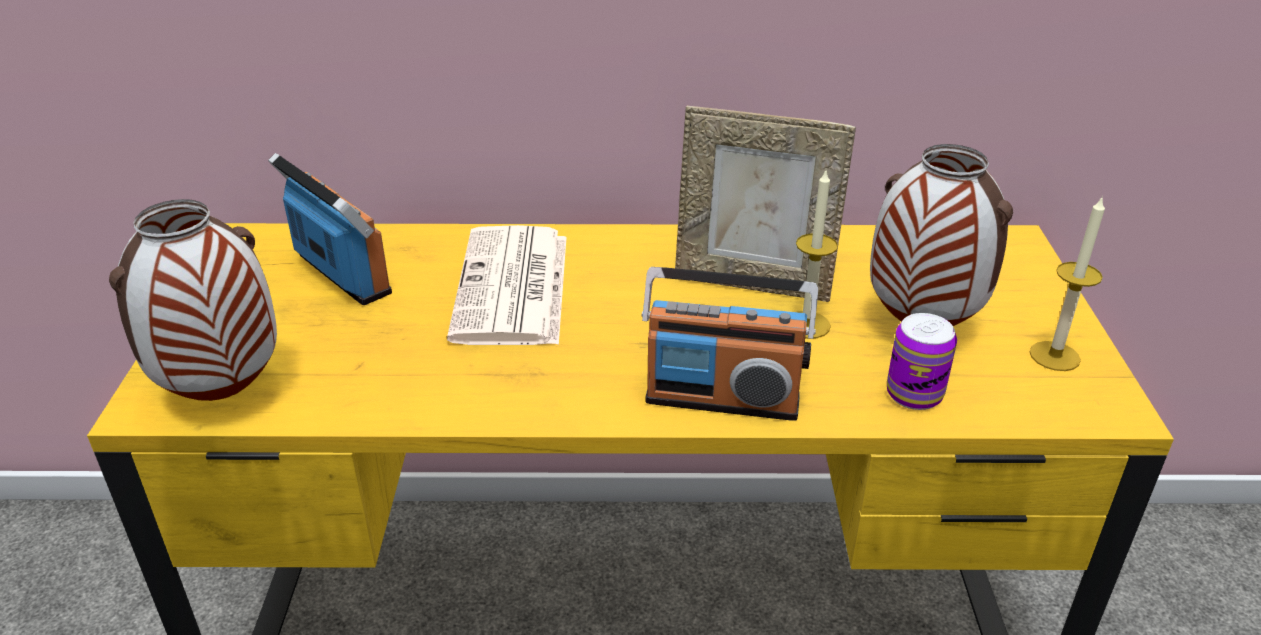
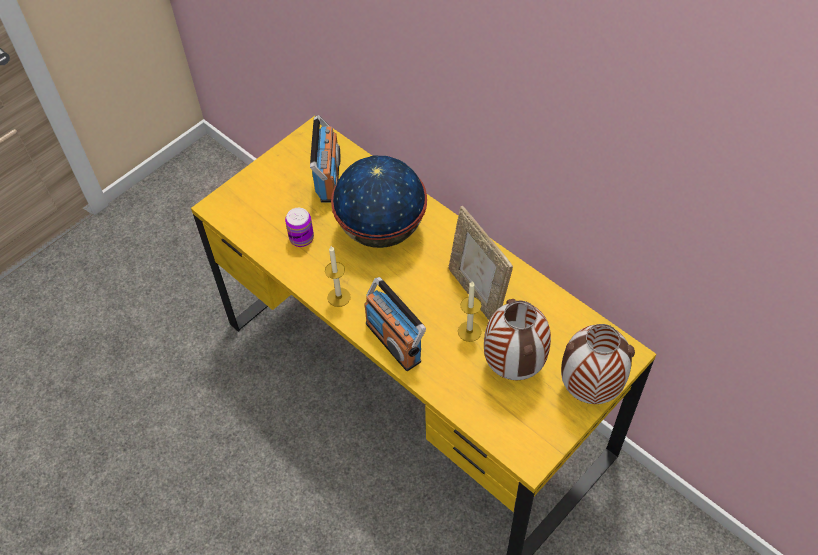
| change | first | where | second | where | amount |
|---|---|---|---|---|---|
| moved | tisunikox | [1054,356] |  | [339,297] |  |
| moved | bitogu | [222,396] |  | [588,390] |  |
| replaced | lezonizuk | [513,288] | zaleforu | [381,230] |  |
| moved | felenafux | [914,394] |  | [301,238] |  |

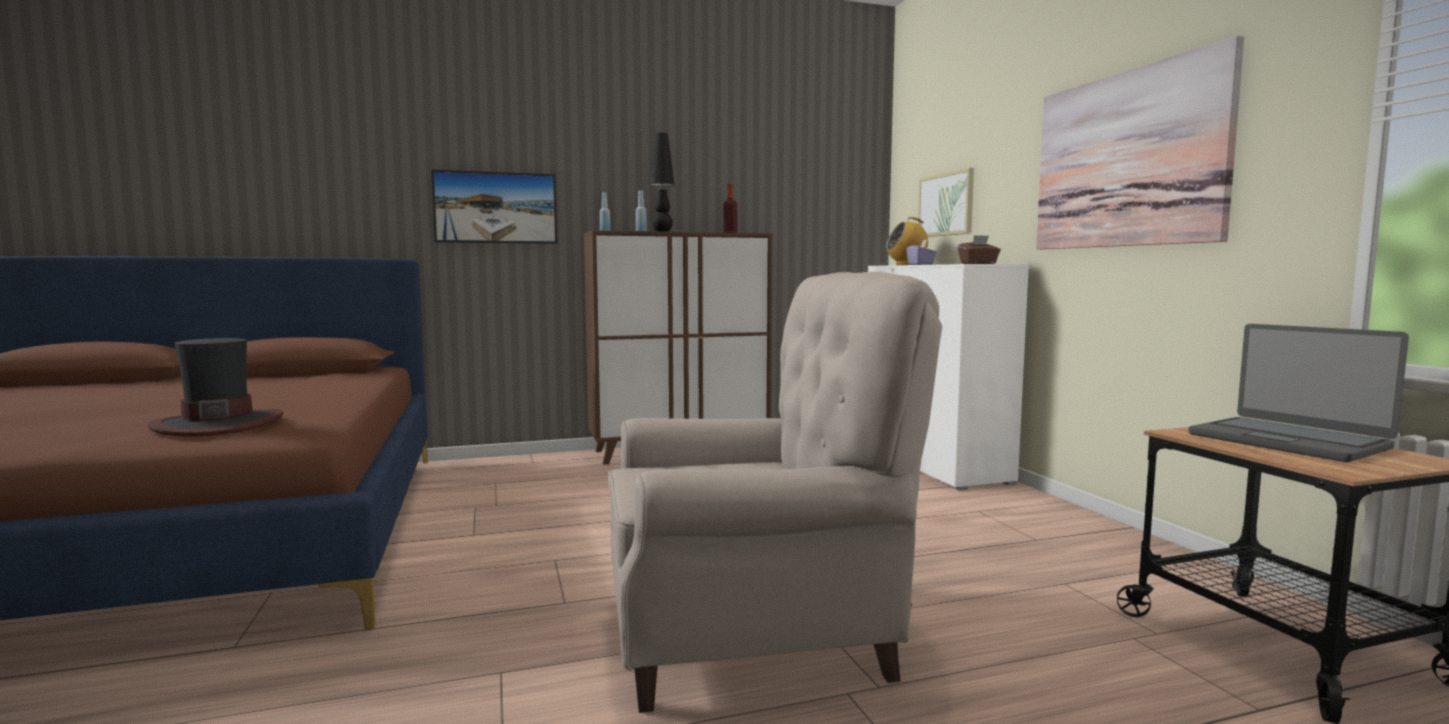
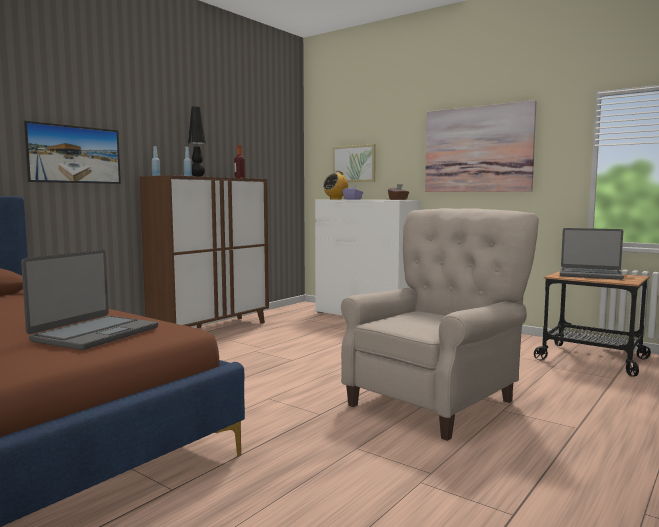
| change | first | where | second | where | amount |
|---|---|---|---|---|---|
| replaced | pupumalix | [218,424] | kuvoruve | [94,334] |  |

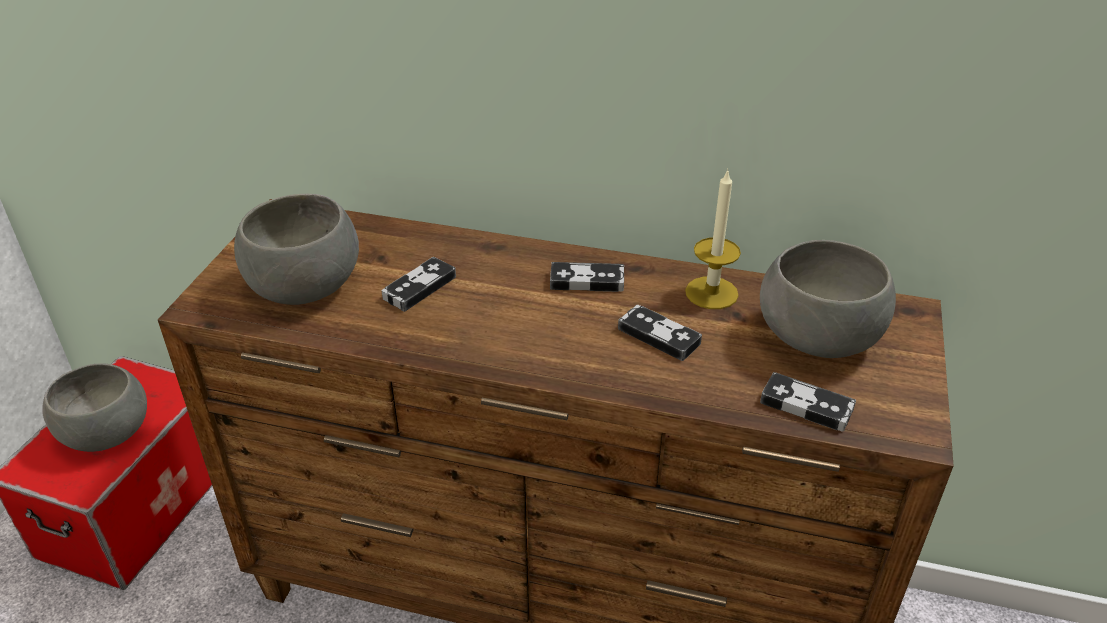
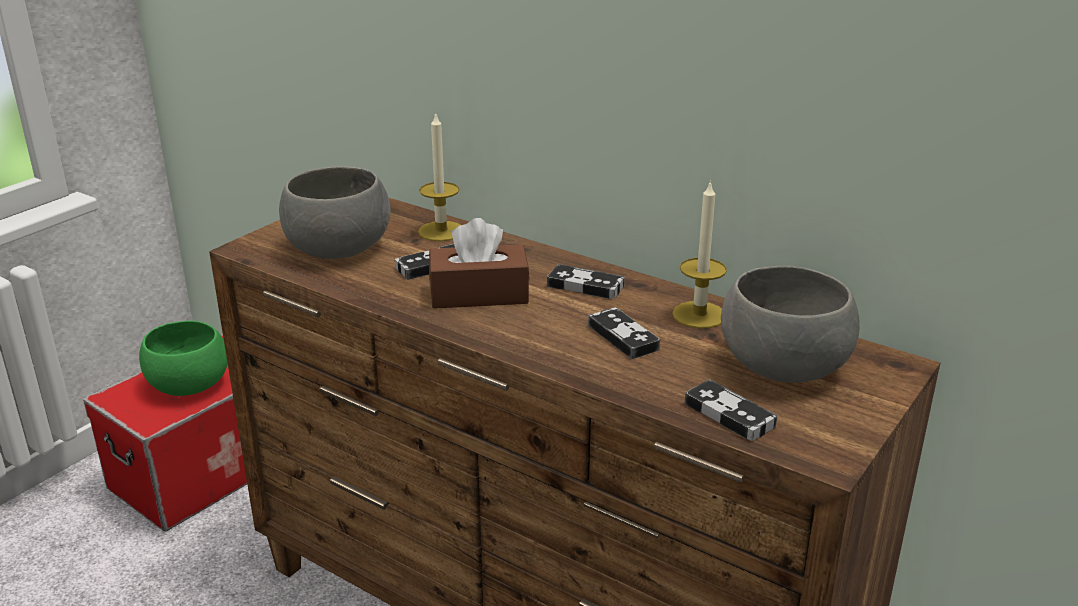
| change | first | where | second | where | amount |
|---|---|---|---|---|---|
| recoloured | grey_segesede | [107,432] | green_segesede | [190,384] |  |
| added |  |  | tisunikox | [441,231] |  |
| added |  |  | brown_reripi | [479,294] |  |

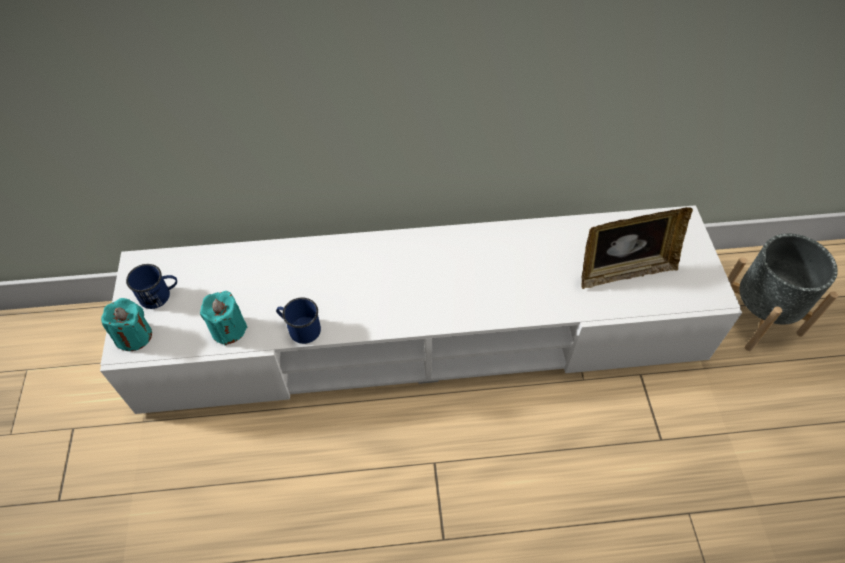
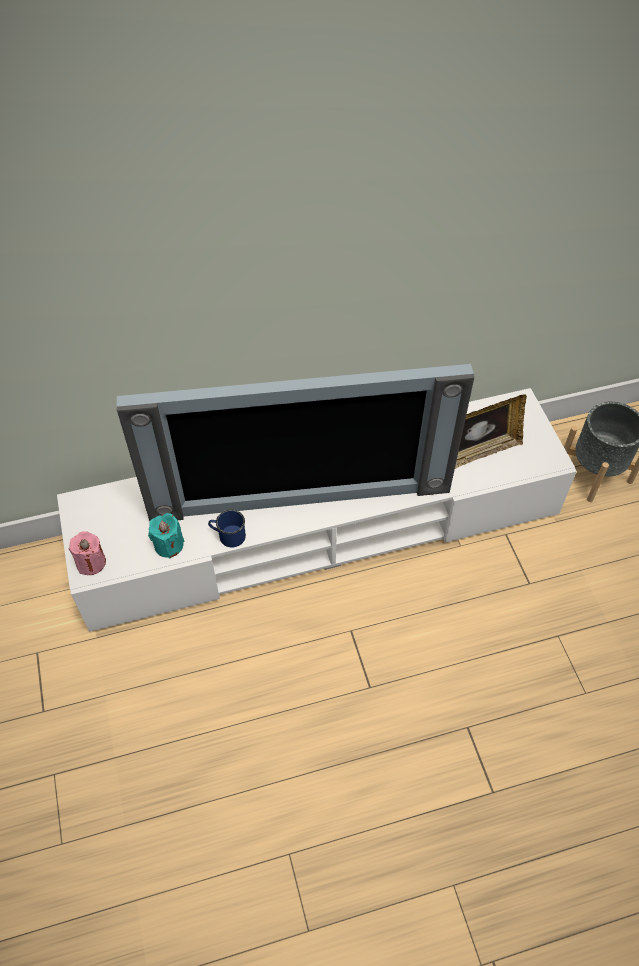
| change | first | where | second | where | amount |
|---|---|---|---|---|---|
| removed | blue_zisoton | [160,295] |  |  |  |
| recoloured | turquoise_tisunikox | [134,336] | pink_tisunikox | [91,562] |  |
| added |  |  | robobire | [299,491] |  |

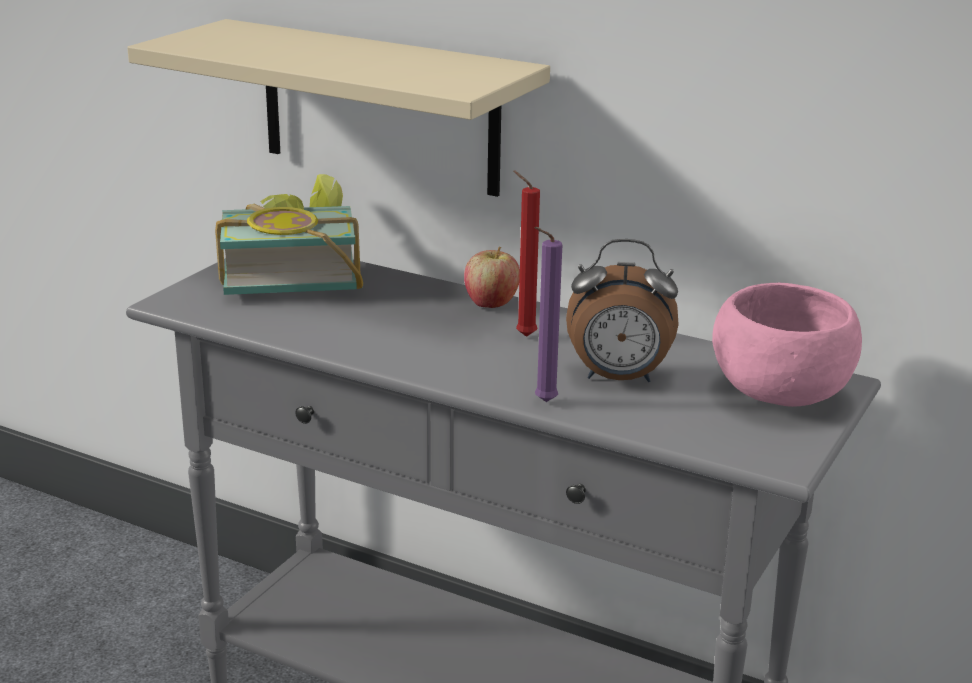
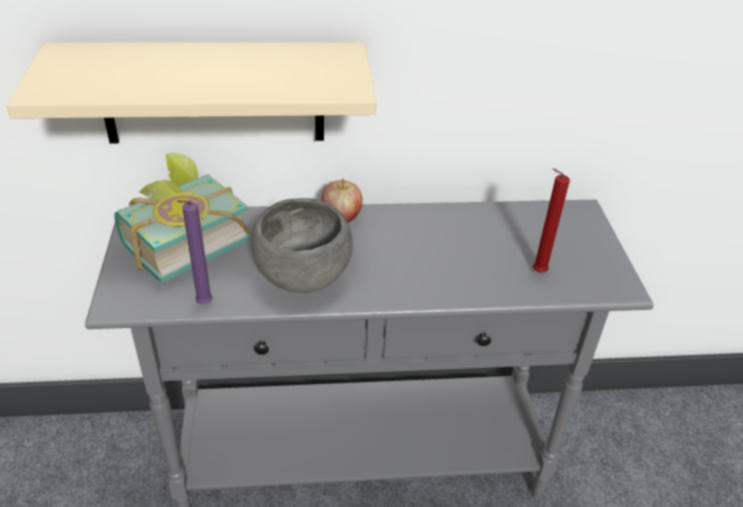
| change | first | where | second | where | amount |
|---|---|---|---|---|---|
| moved | red_tisunikox | [523,336] |  | [536,272] |  |
| moved | purple_tisunikox | [542,402] |  | [202,305] |  |
| removed | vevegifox | [618,378] |  |  |  |
| removed | pink_segesede | [778,396] |  |  |  |
| added |  |  | grey_segesede | [302,276] |  |

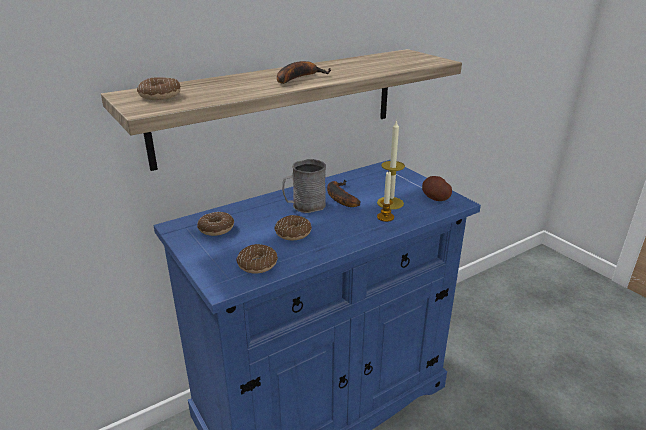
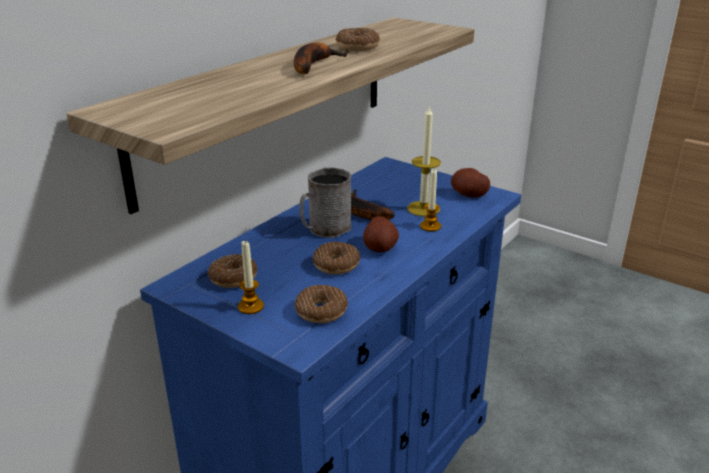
| change | first | where | second | where | amount |
|---|---|---|---|---|---|
| moved | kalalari | [160,96] |  | [357,47] |  |
| added |  |  | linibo | [380,247] |  |
| added |  |  | tisunikox | [250,307] |  |

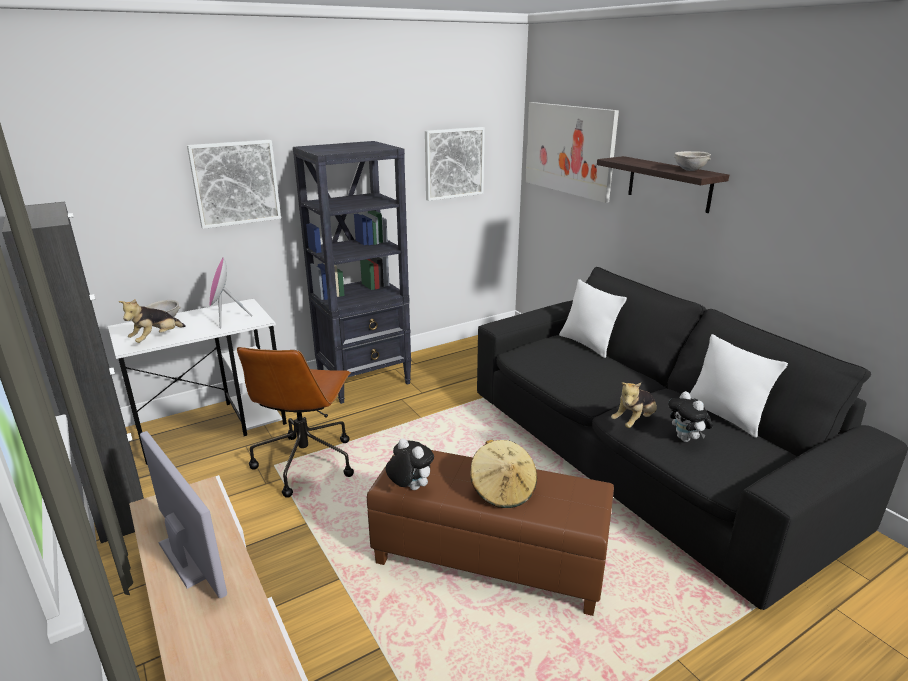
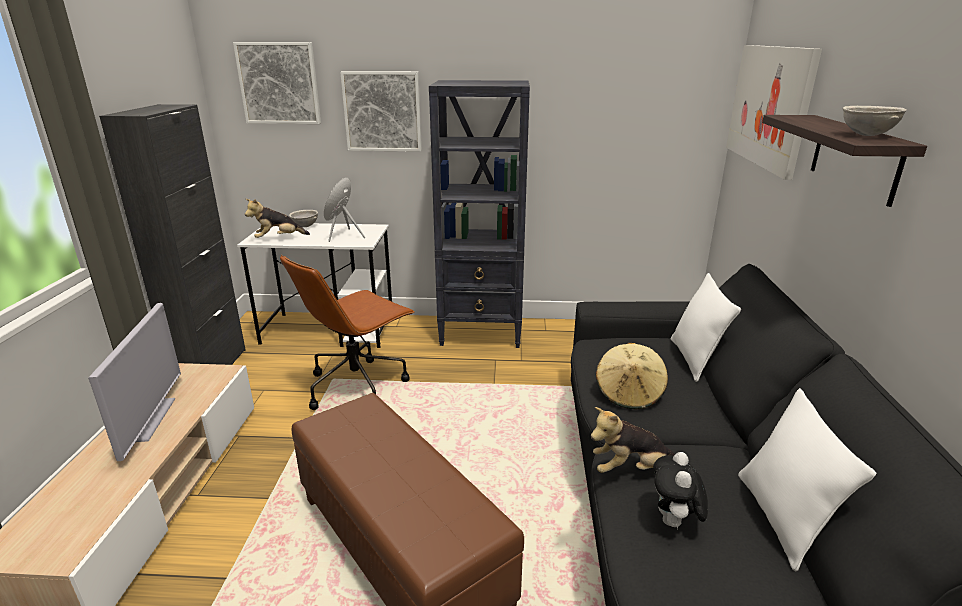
| change | first | where | second | where | amount |
|---|---|---|---|---|---|
| moved | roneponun | [454,163] |  | [279,83] |  |
| removed | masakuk | [409,488] |  |  |  |
| moved | beige_pupumalix | [503,490] |  | [629,393] |  |

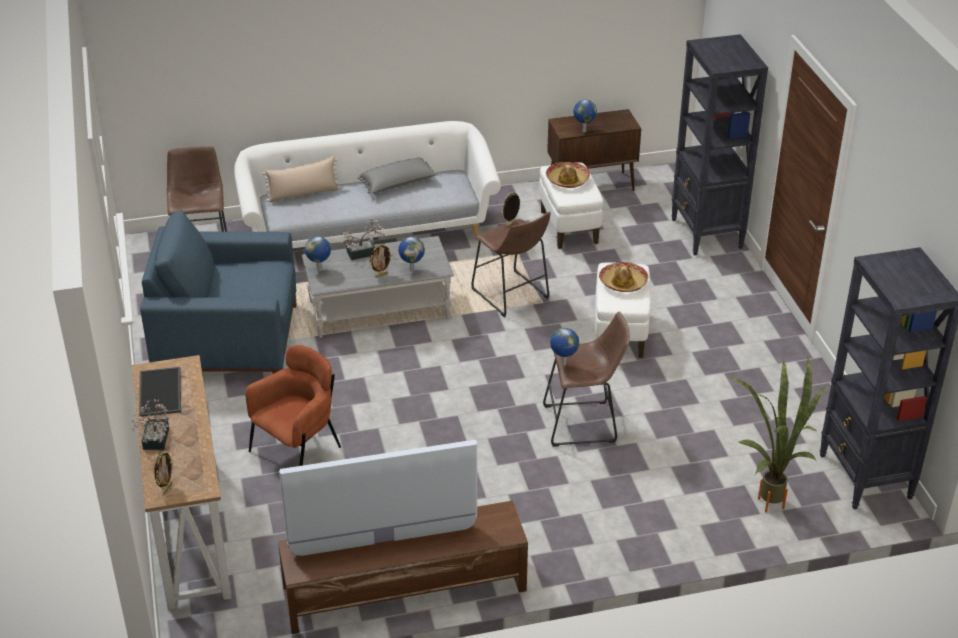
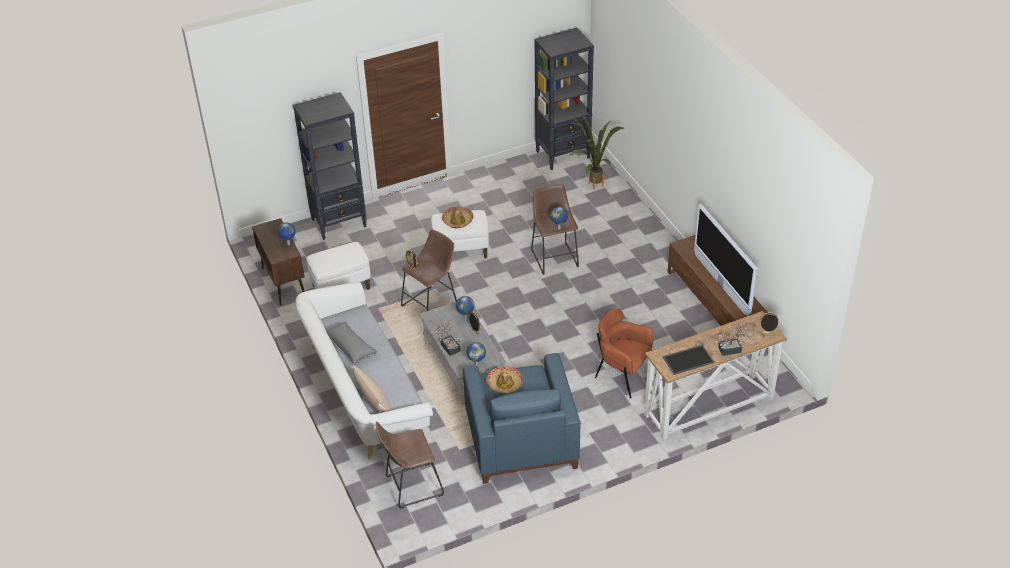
| change | first | where | second | where | amount |
|---|---|---|---|---|---|
| moved | pupumalix | [567,180] |  | [504,383] |  |

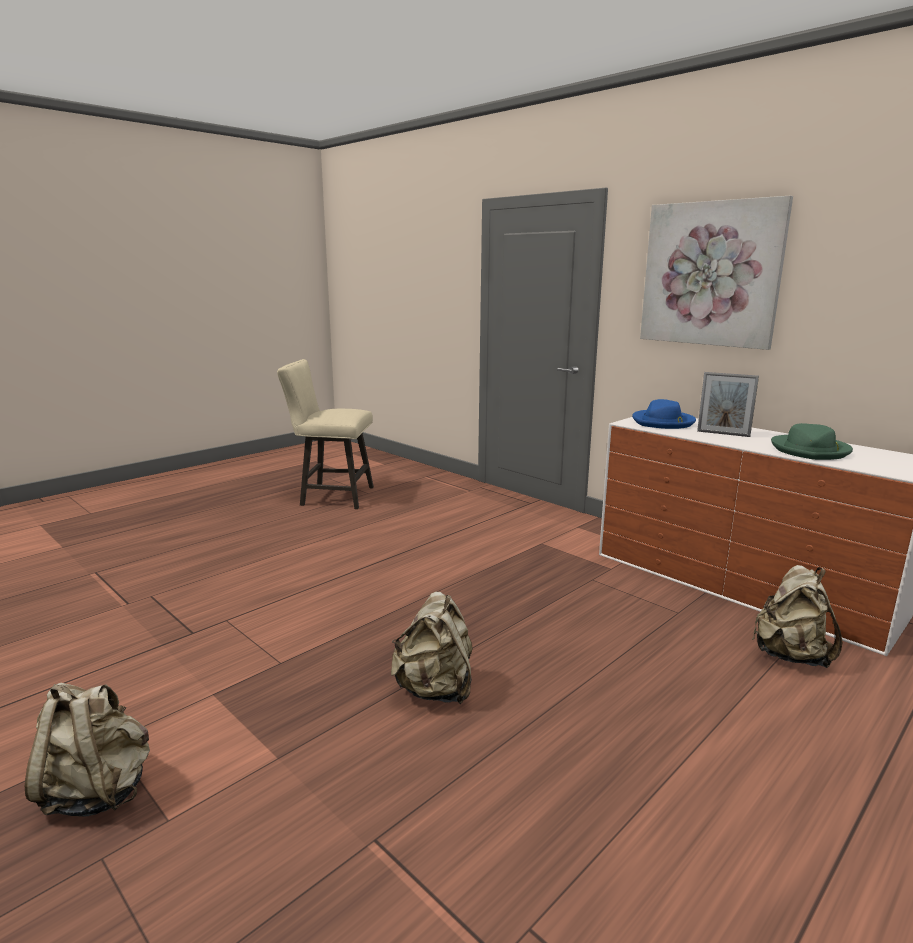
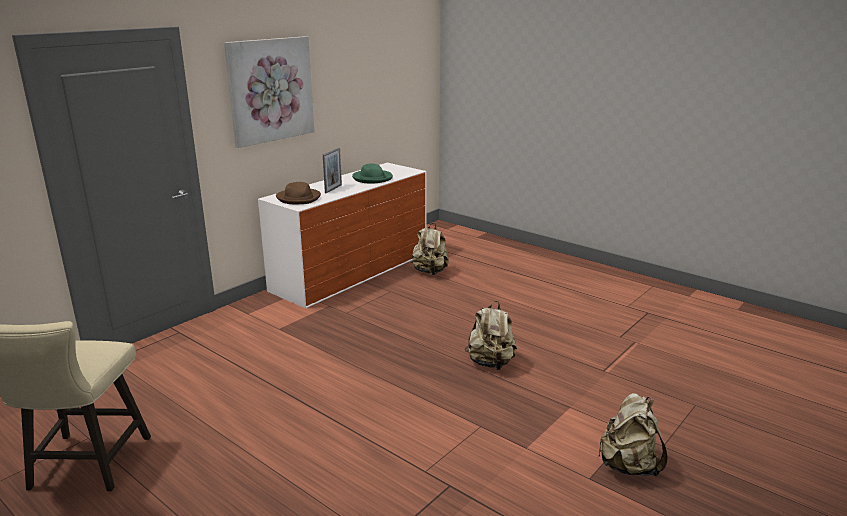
| change | first | where | second | where | amount |
|---|---|---|---|---|---|
| recoloured | blue_pupumalix | [663,422] | brown_pupumalix | [299,198] |  |

